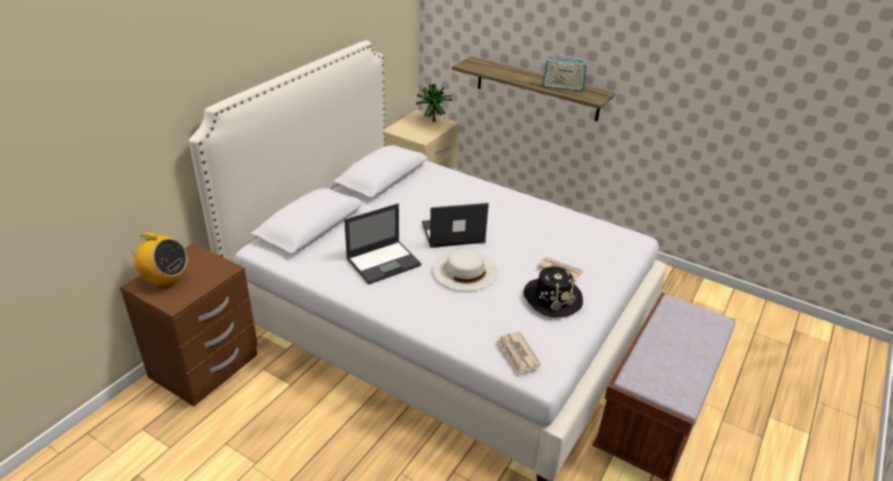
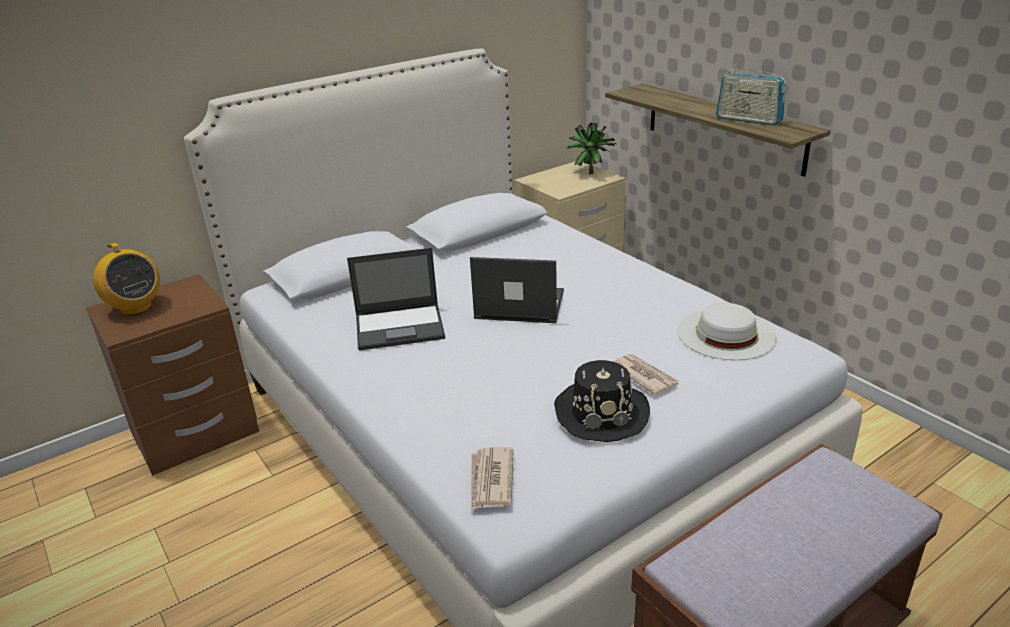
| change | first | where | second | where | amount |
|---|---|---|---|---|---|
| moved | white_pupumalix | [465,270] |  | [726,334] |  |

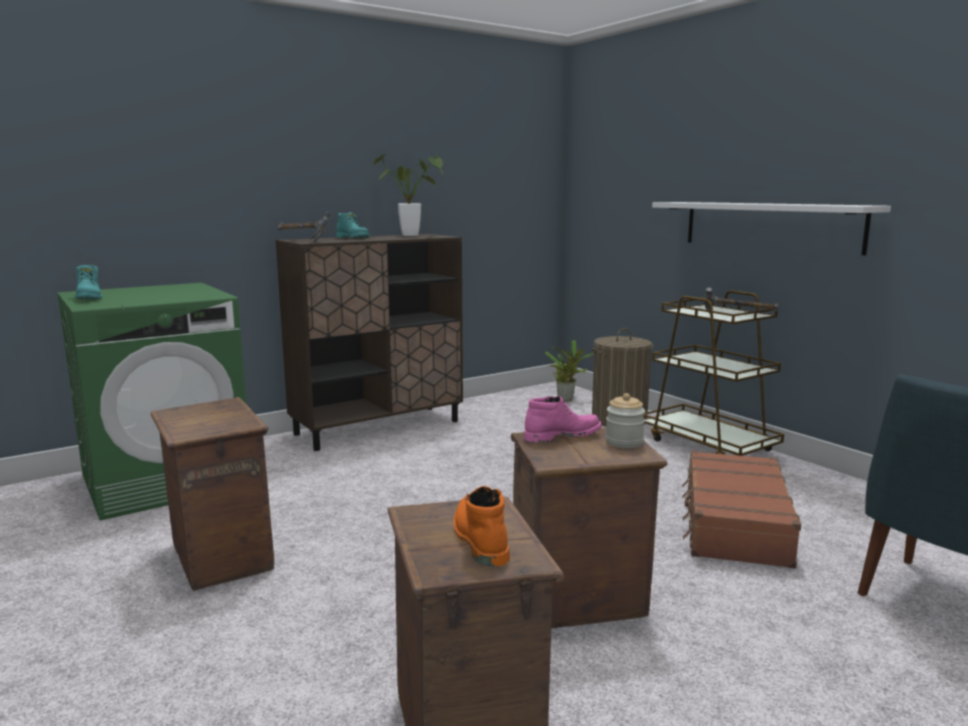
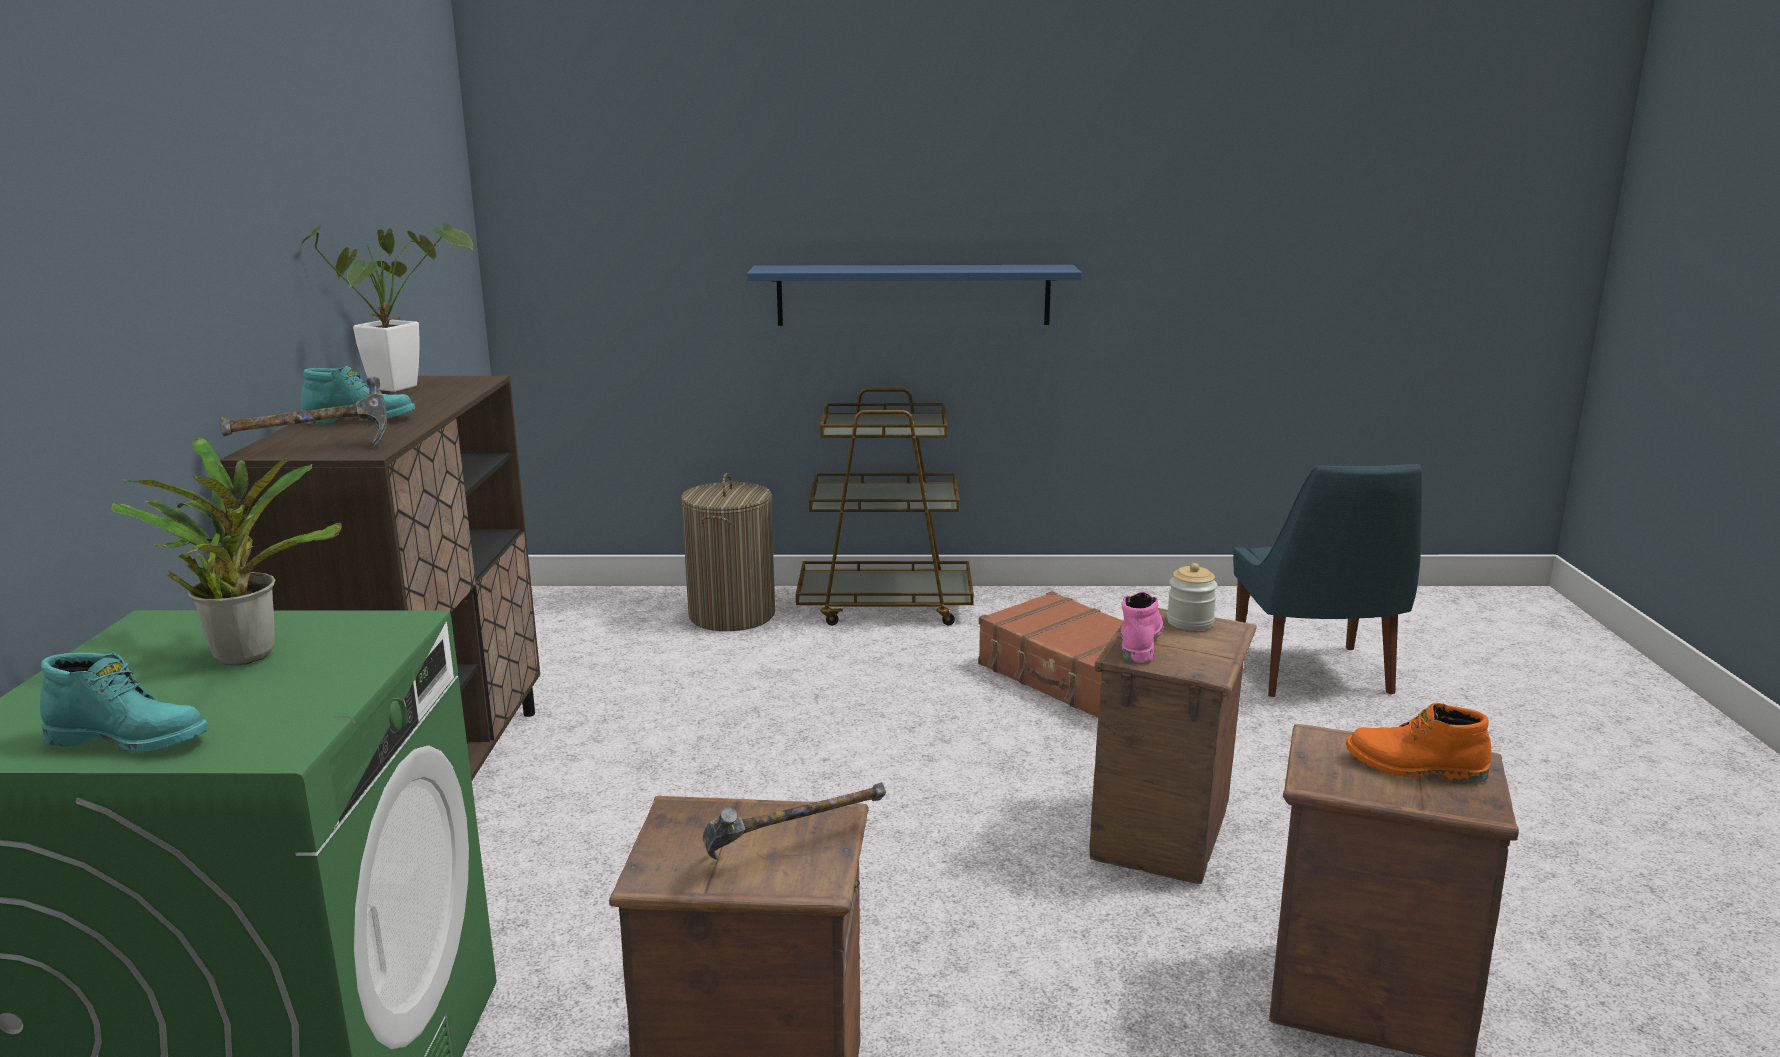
| change | first | where | second | where | amount |
|---|---|---|---|---|---|
| recoloured | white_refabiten | [769,226] | blue_refabiten | [913,295] |  |
| moved | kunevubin | [737,318] |  | [793,851] |  |
| moved | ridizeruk | [566,399] |  | [246,652] |  |

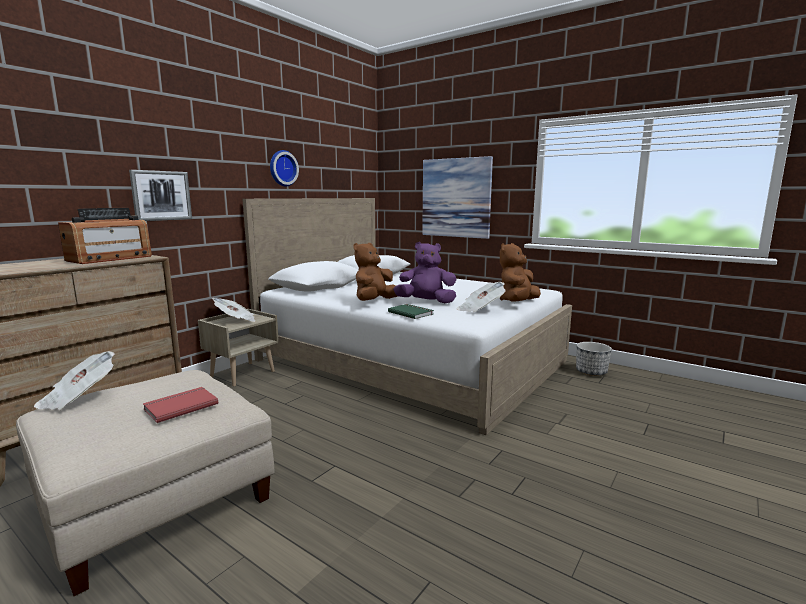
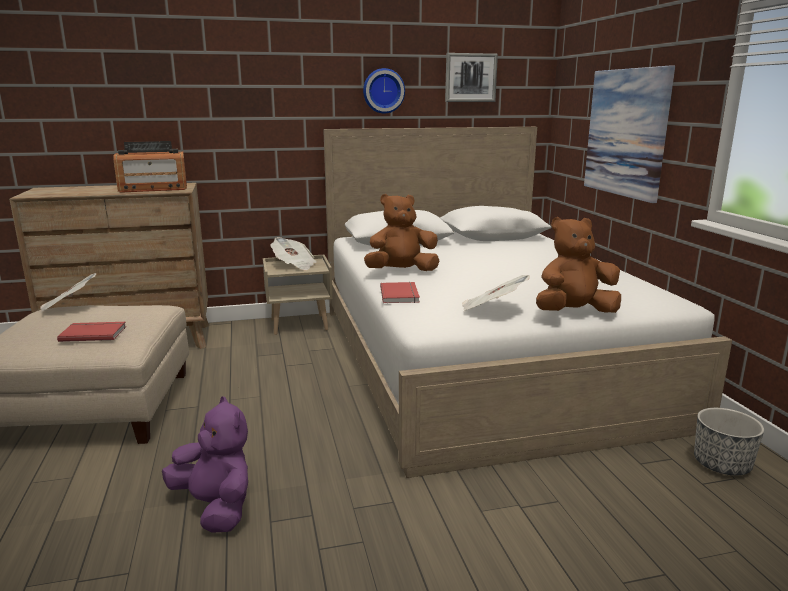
| change | first | where | second | where | amount |
|---|---|---|---|---|---|
| moved | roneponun | [161,195] |  | [470,77] |  |
| moved | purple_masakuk | [426,302] |  | [216,507] |  |
| recoloured | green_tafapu | [411,313] | red_tafapu | [401,294] |  |

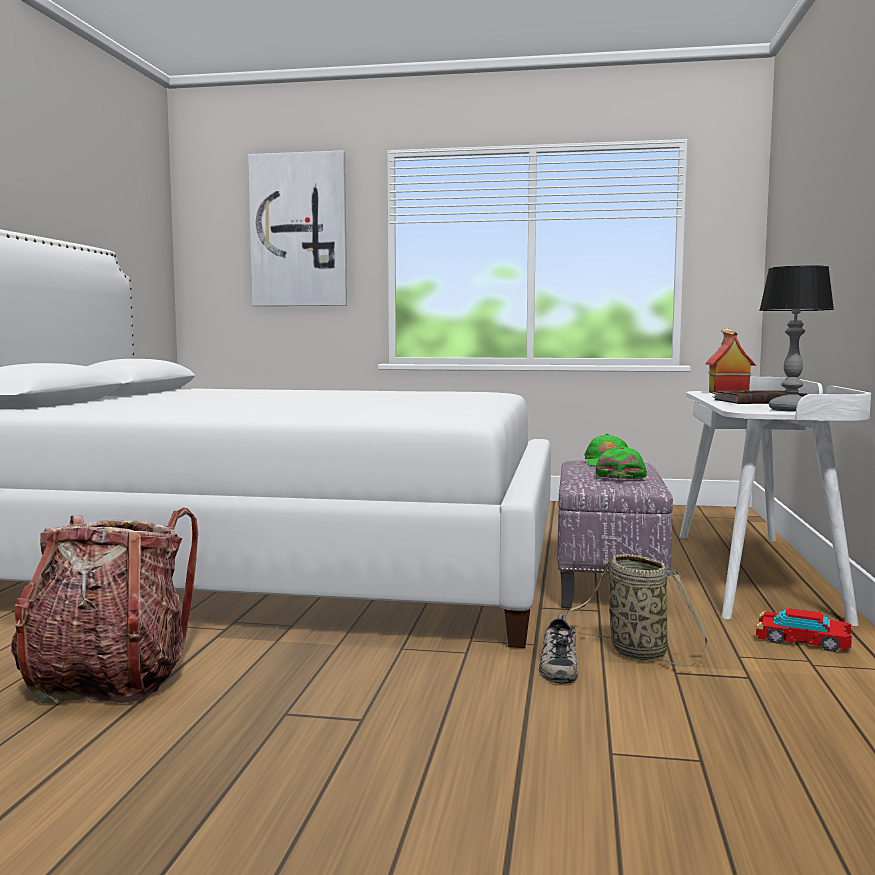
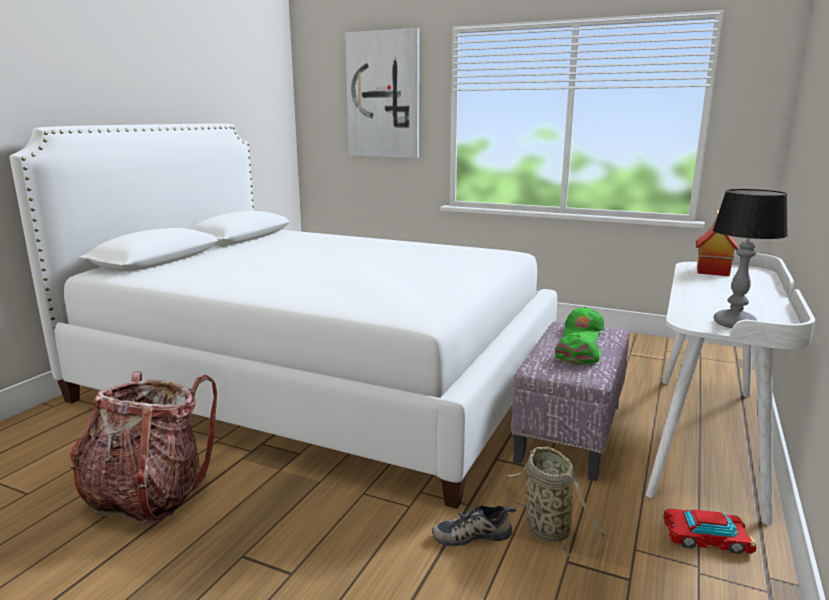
| change | first | where | second | where | amount |
|---|---|---|---|---|---|
| removed | brown_tafapu | [757,401] |  |  |  |
| turned | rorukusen | [802,640] |  | [706,537] | 150 degrees clockwise |
| turned | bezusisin | [557,665] |  | [472,534] | 60 degrees clockwise |

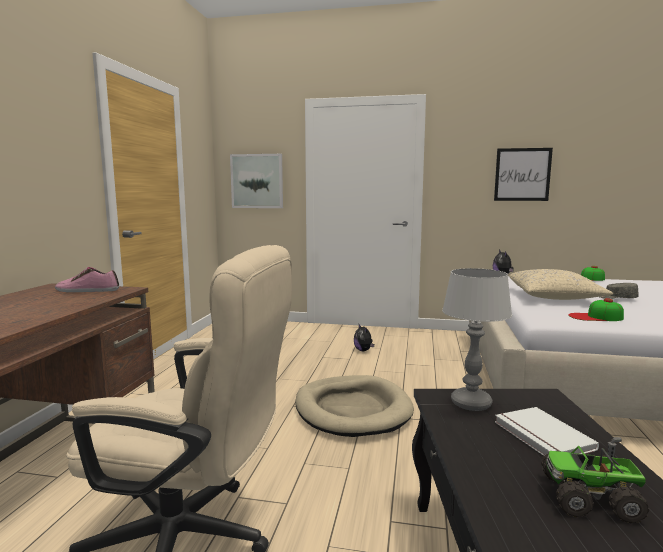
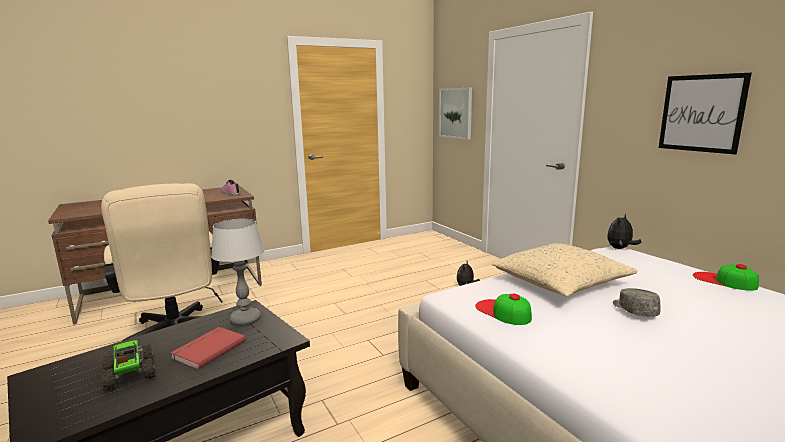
| change | first | where | second | where | amount |
|---|---|---|---|---|---|
| removed | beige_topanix | [352,410] |  |  |  |
| recoloured | white_tafapu | [541,436] | red_tafapu | [208,349] |  |

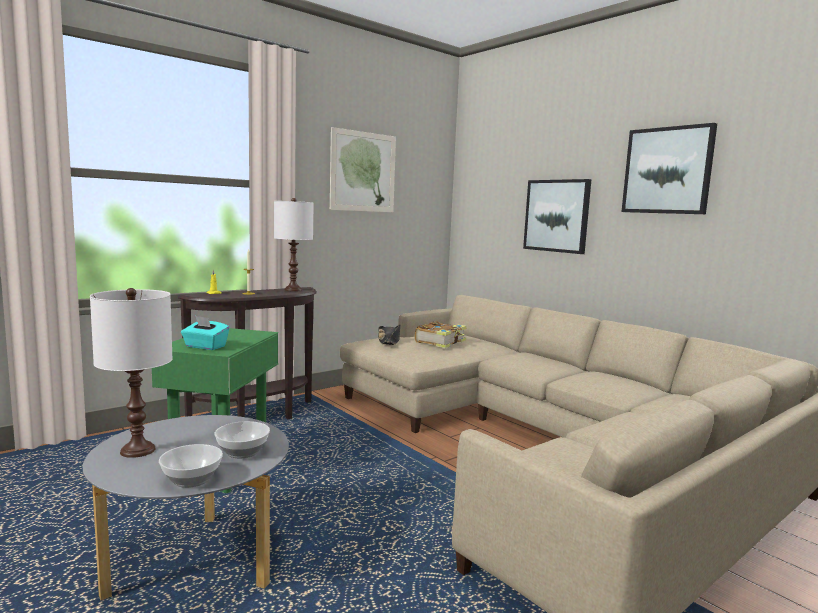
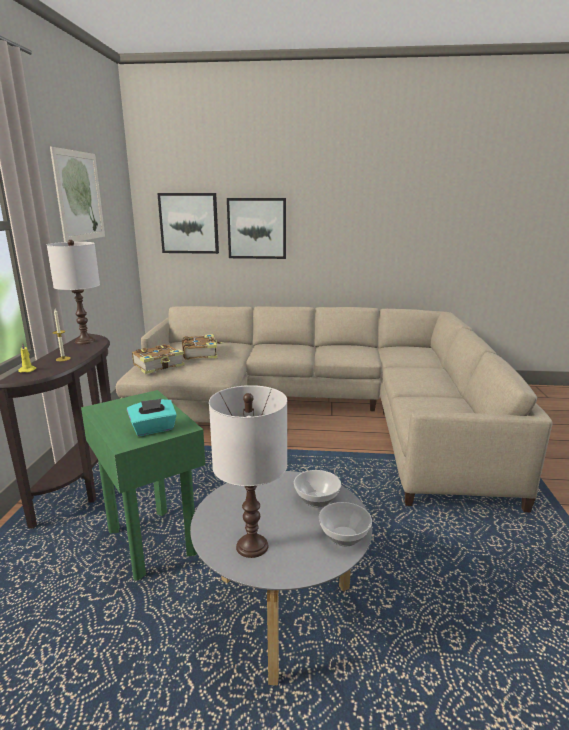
| change | first | where | second | where | amount |
|---|---|---|---|---|---|
| moved | roneponun | [667,170] |  | [189,223] |  |
| replaced | black_pupumalix | [389,341] | tafapu | [159,366] |  |

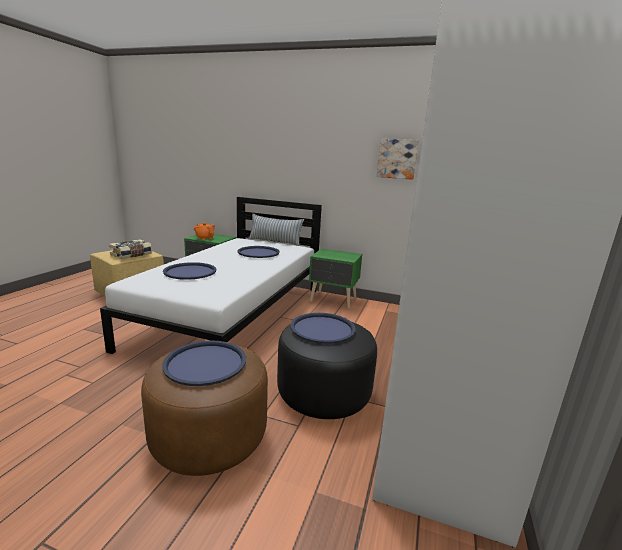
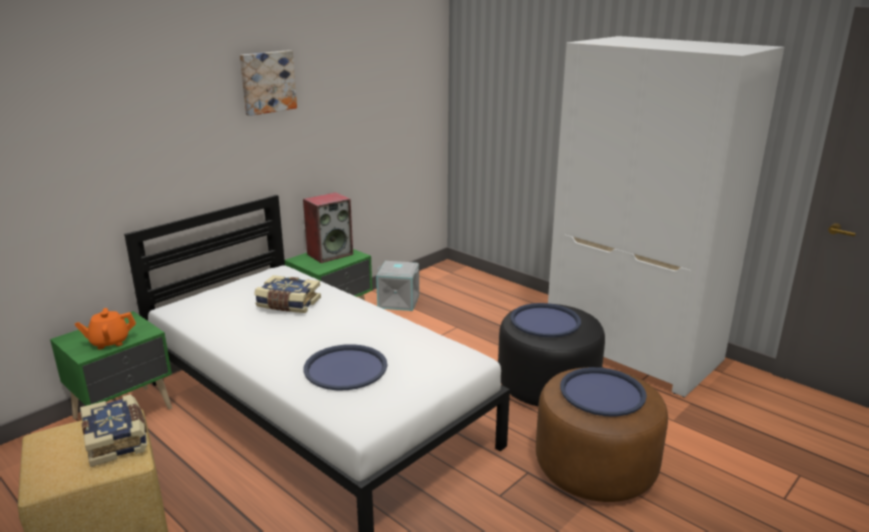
| change | first | where | second | where | amount |
|---|---|---|---|---|---|
| moved | roneponun | [397,159] |  | [267,82] |  |
| removed | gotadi | [275,242] |  |  |  |
| replaced | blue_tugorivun | [258,252] | tafapu | [288,304] |  |
| added |  |  | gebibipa | [330,254] |  |
| added |  |  | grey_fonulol | [399,301] |  |

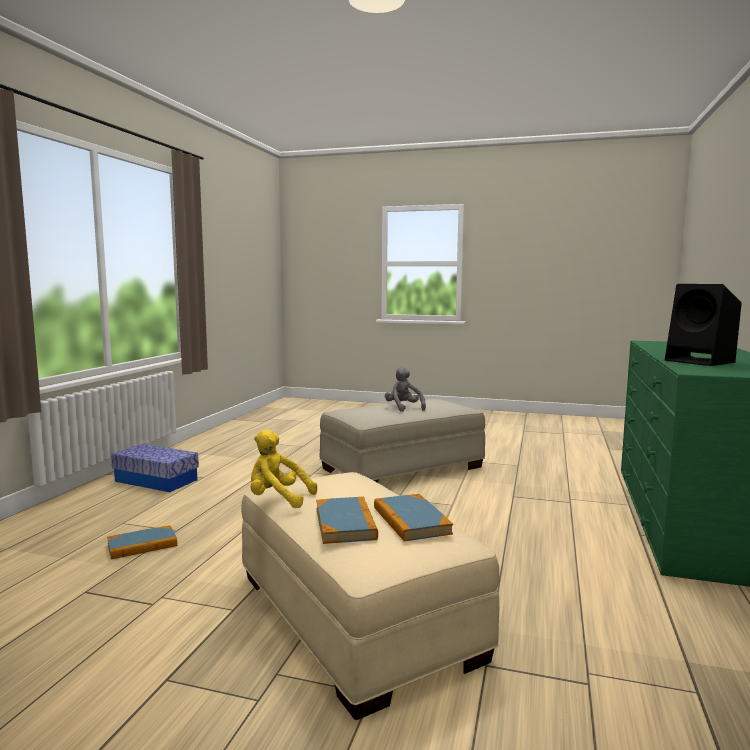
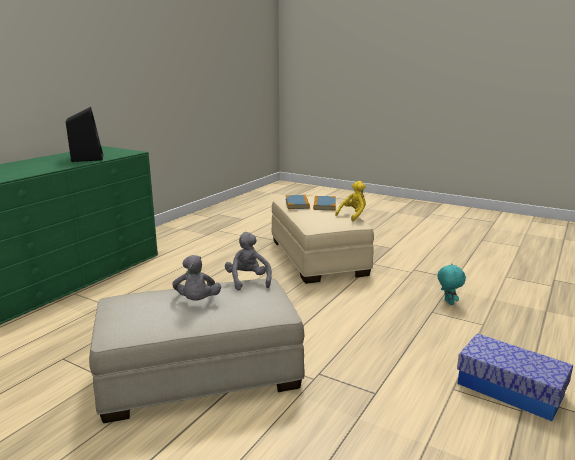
| change | first | where | second | where | amount |
|---|---|---|---|---|---|
| turned | yellow_masakuk | [277,499] |  | [353,215] | 75 degrees counterclockwise |
| replaced | tafapu | [142,545] | turquoise_masakuk | [448,302] |  |
| added |  |  | grey_masakuk | [248,281] |  |

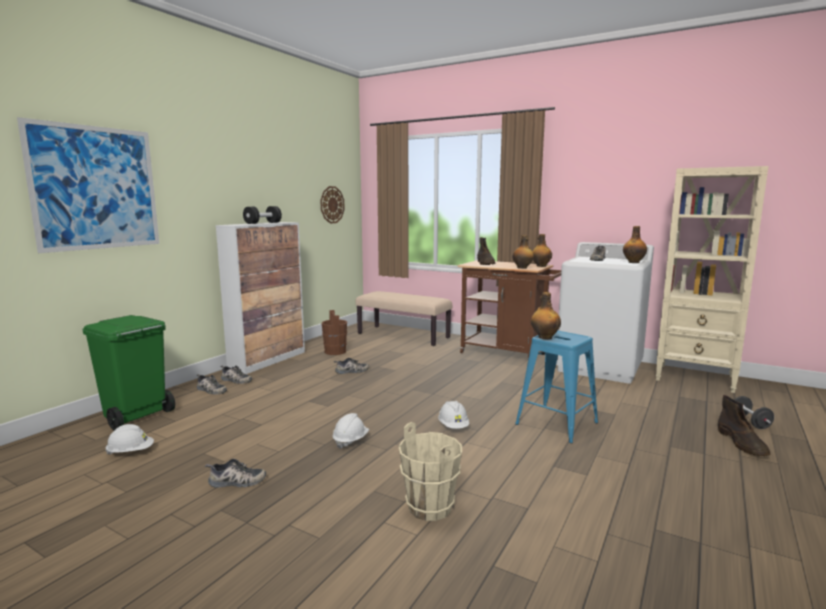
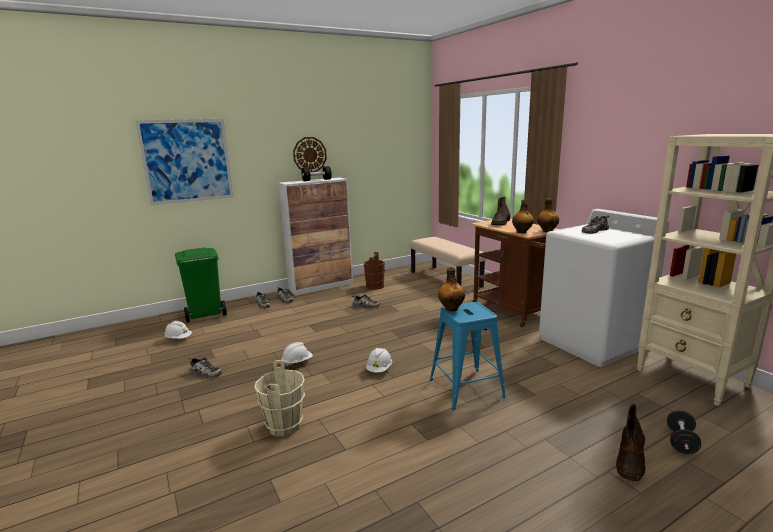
| change | first | where | second | where | amount |
|---|---|---|---|---|---|
| moved | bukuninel | [332,204] |  | [309,155] |  |
| removed | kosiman | [634,262] |  |  |  |

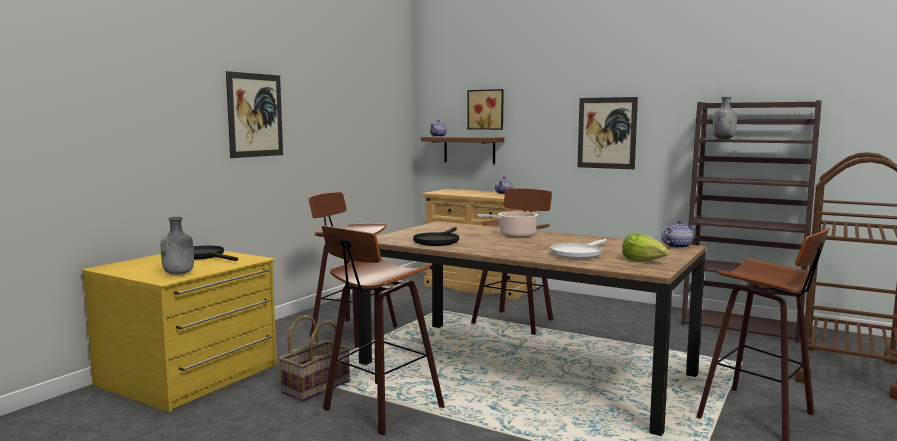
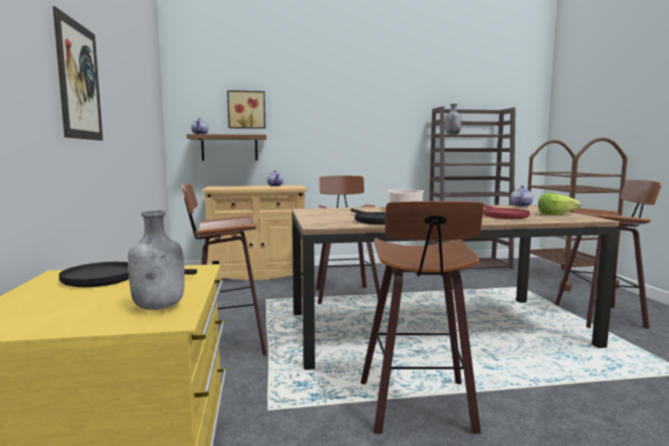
| change | first | where | second | where | amount |
|---|---|---|---|---|---|
| removed | roneponun | [606,133] |  |  |  |
| recoloured | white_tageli | [578,253] | red_tageli | [502,215] |  |
| removed | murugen | [316,387] |  |  |  |

